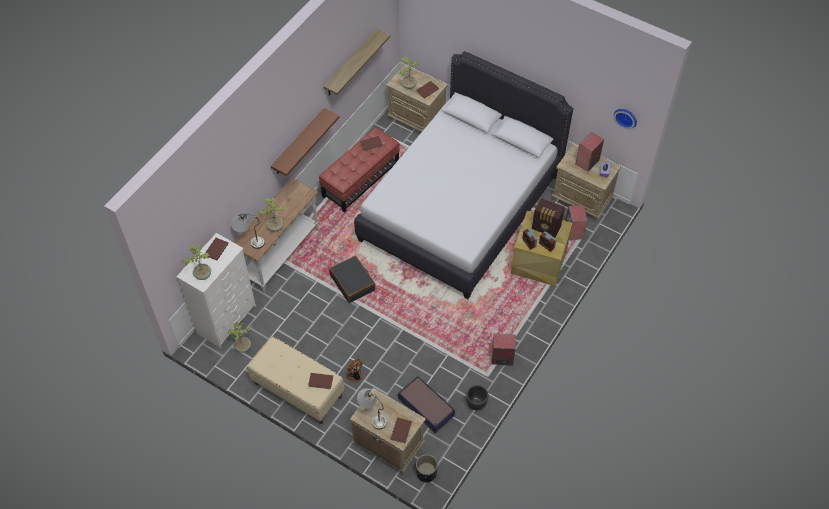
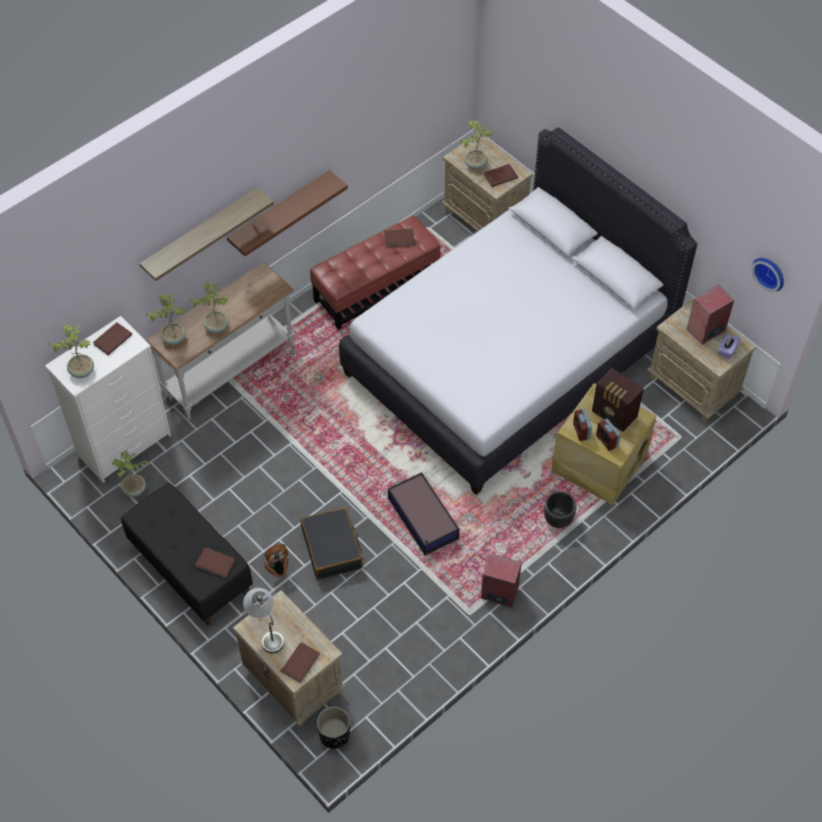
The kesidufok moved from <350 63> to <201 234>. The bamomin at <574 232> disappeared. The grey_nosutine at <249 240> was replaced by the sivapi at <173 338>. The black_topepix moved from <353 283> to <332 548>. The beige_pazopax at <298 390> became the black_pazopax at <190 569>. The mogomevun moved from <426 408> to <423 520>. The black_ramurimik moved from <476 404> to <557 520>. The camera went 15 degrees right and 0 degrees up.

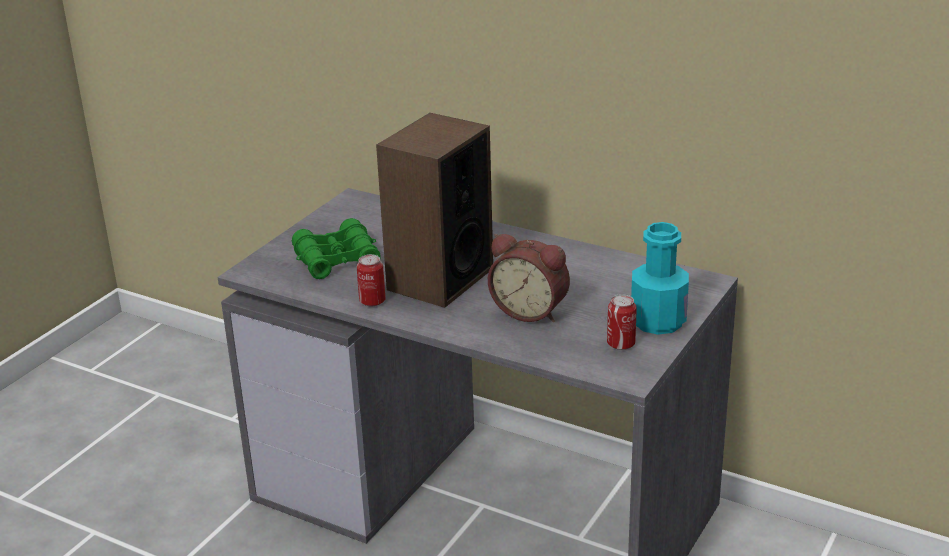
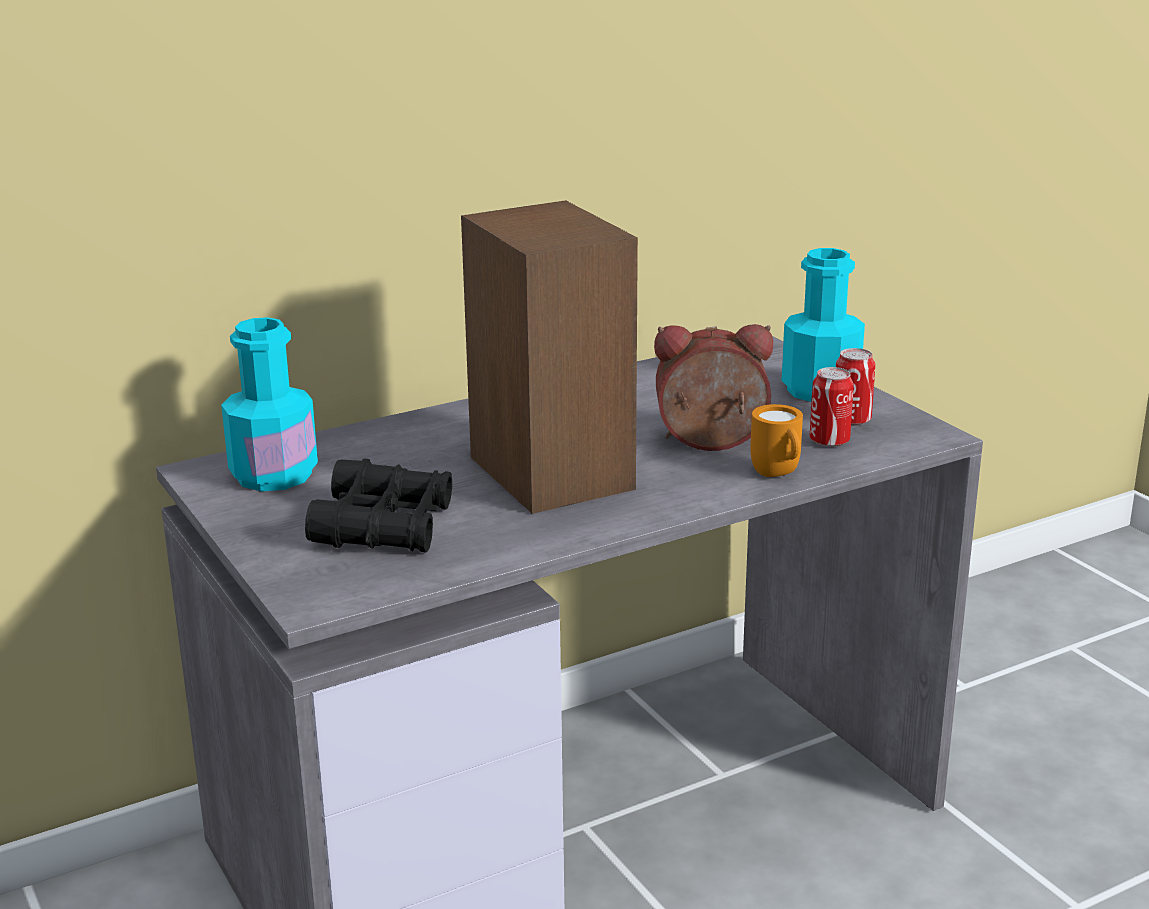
The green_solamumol at <337 259> became the black_solamumol at <384 525>. The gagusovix at <531 310> turned 150 degrees counterclockwise. The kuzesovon moved from <372 301> to <829 441>. The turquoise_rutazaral at <274 475> appeared. The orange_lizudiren at <778 475> appeared. The camera went 60 degrees left and 5 degrees down.

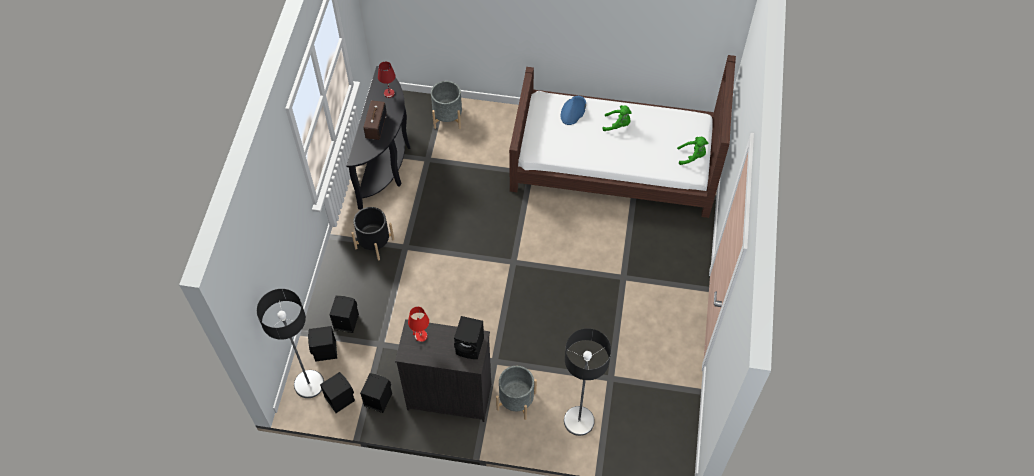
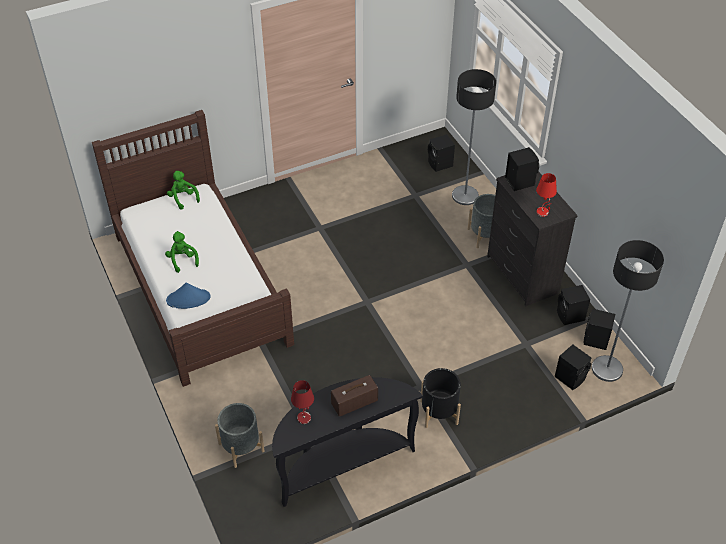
The black_bamomin moved from <345 321> to <440 164>. The camera went 125 degrees left and 10 degrees down.

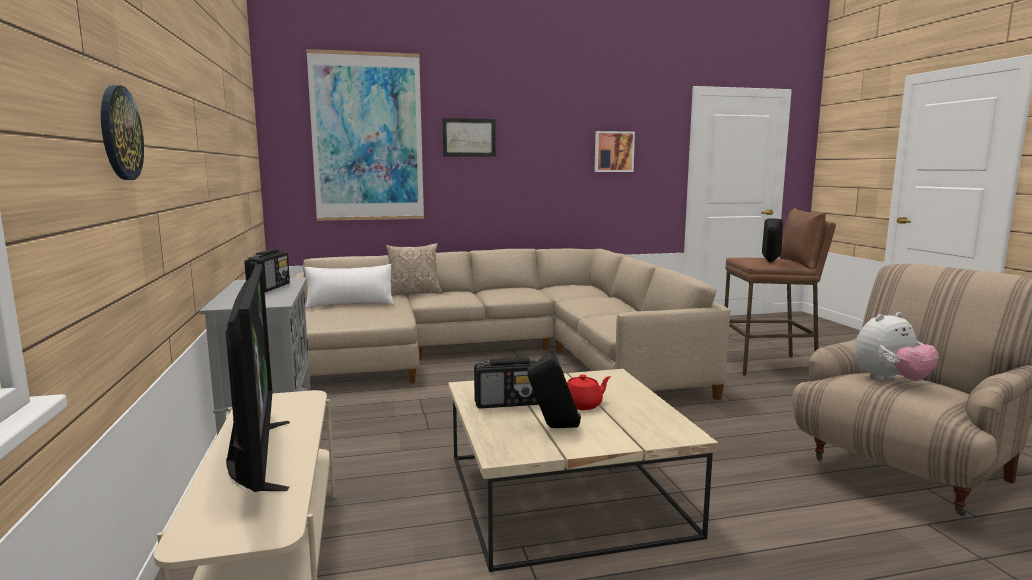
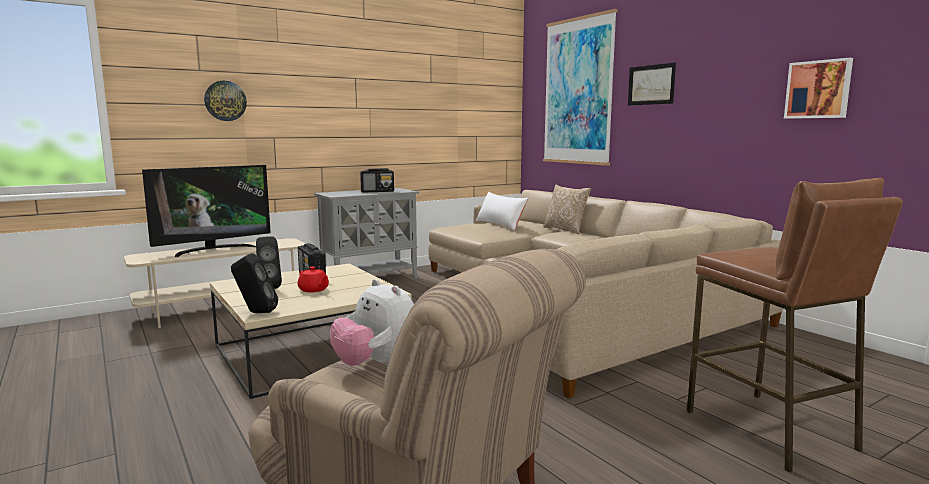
The black_bamomin moved from <770 262> to <255 312>. The camera went 70 degrees right and 0 degrees up.

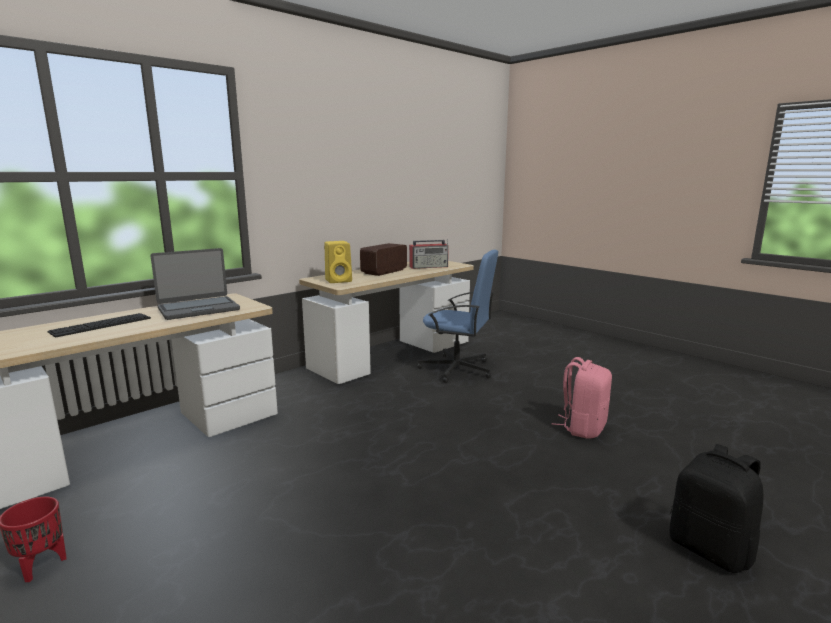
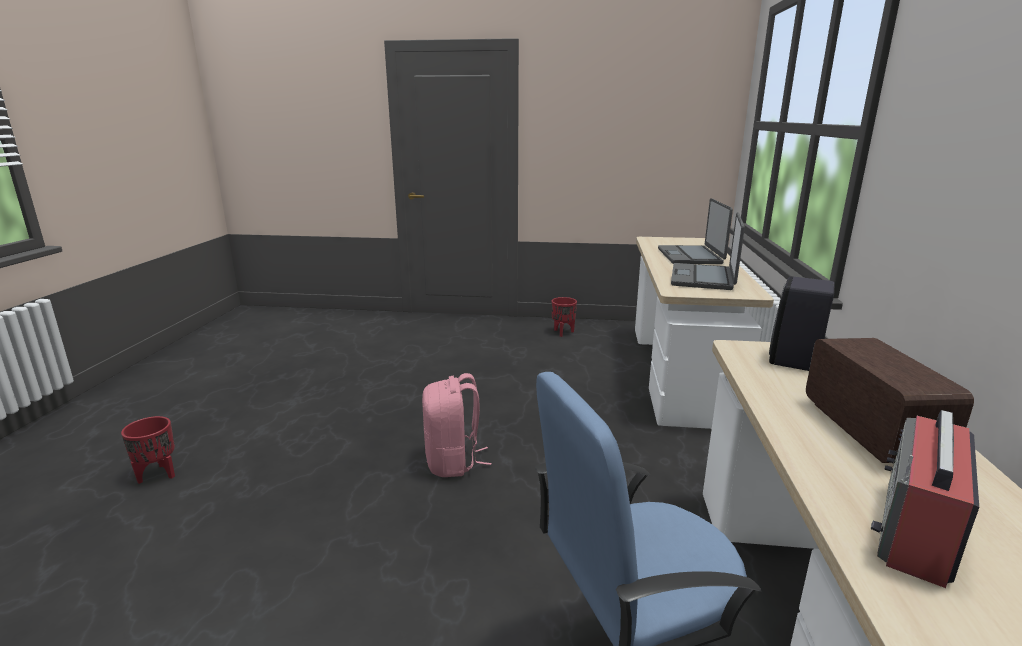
The yellow_bamomin at <339 280> became the black_bamomin at <795 361>. The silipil at <101 325> was replaced by the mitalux at <690 256>. The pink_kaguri moved from <583 428> to <453 462>. The black_kaguri at <711 549> was replaced by the red_ramurimik at <157 475>. The camera went 140 degrees right and 5 degrees up.

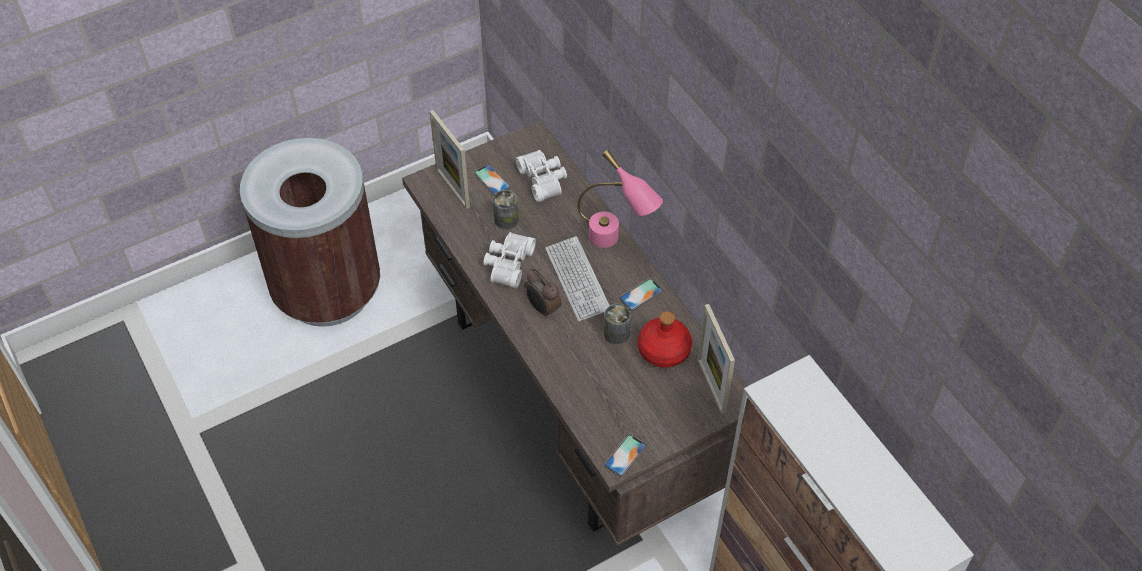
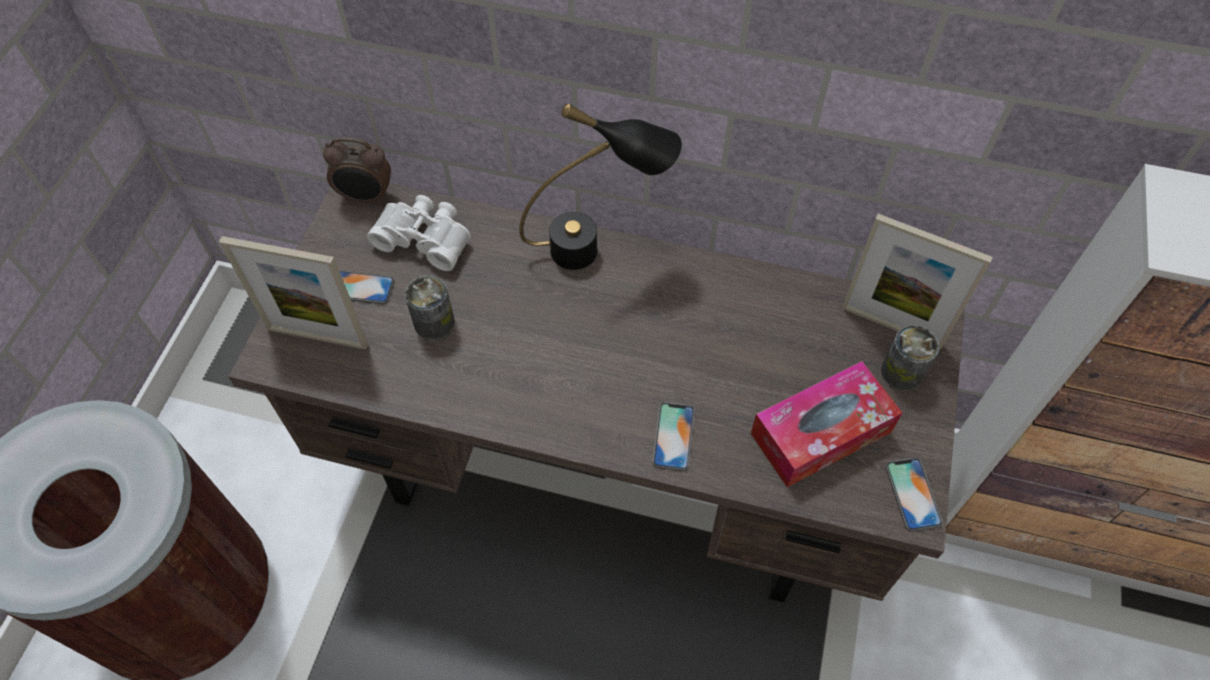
The pink_nosutine at <615 243> became the black_nosutine at <597 248>. The white_solamumol at <507 264> disappeared. The silipil at <577 280> disappeared. The gagusovix moved from <542 308> to <366 197>. The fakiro moved from <641 295> to <673 436>. The kuzesovon moved from <616 334> to <901 372>. The red_rutazaral at <663 350> disappeared. The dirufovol at <821 433> appeared. The camera went 45 degrees left and 5 degrees up.

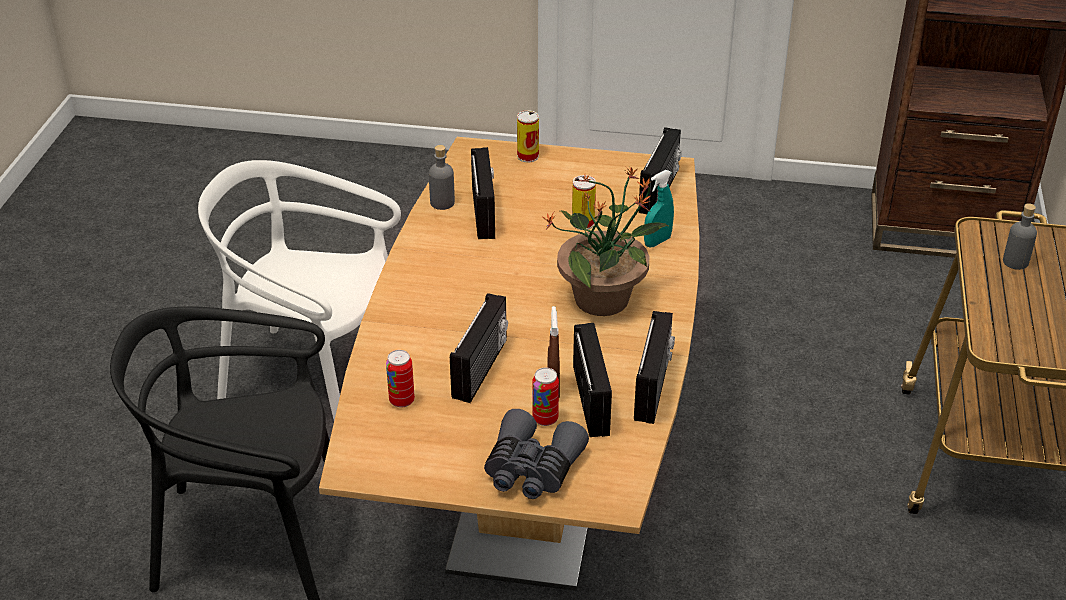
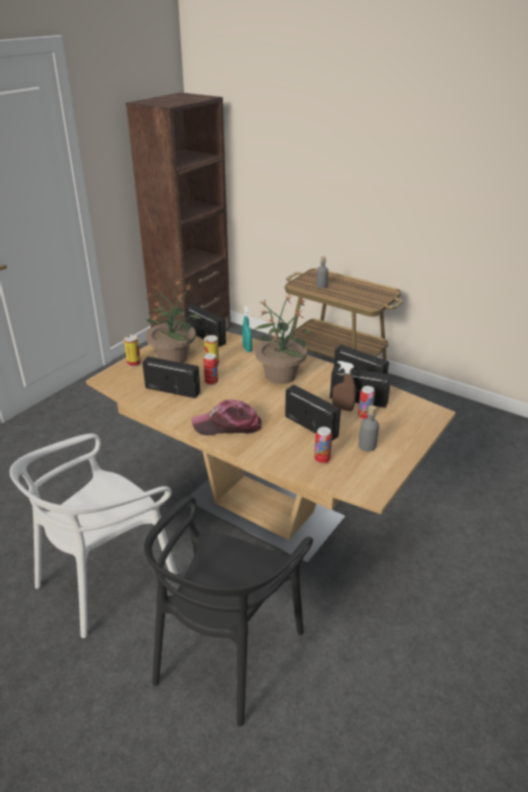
The grey_rutazaral moved from <442 203> to <367 446>. The grey_solamumol at <531 469> disappeared. The sivapi at <173 357> appeared. The kuzesovon at <211 382> appeared. The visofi at <227 426> appeared. The camera went 65 degrees left and 5 degrees down.

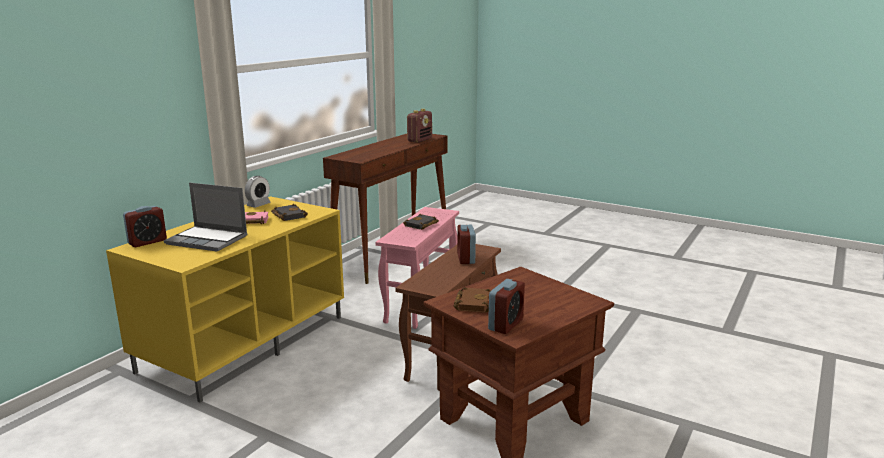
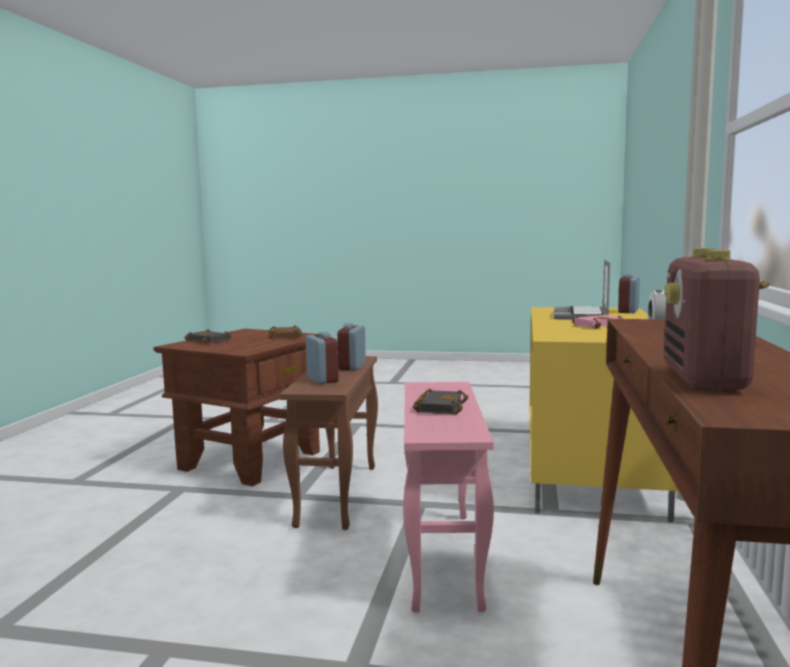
The mitalux at <208 240> turned 75 degrees counterclockwise. The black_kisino moved from <288 215> to <210 340>. The gagusovix moved from <506 324> to <352 366>. The camera went 160 degrees right and 10 degrees down.

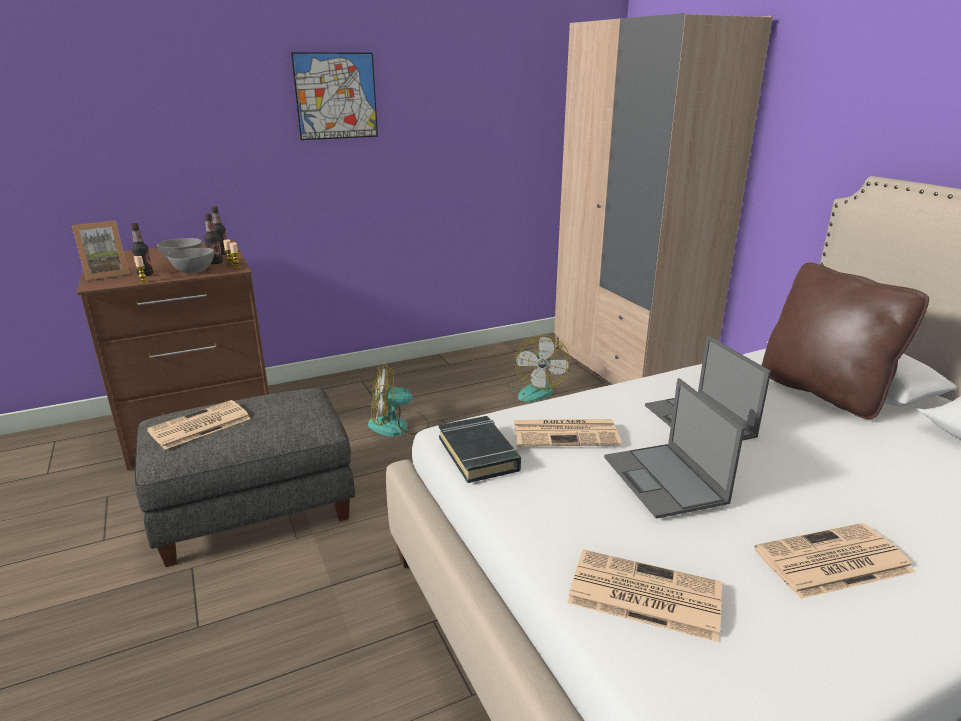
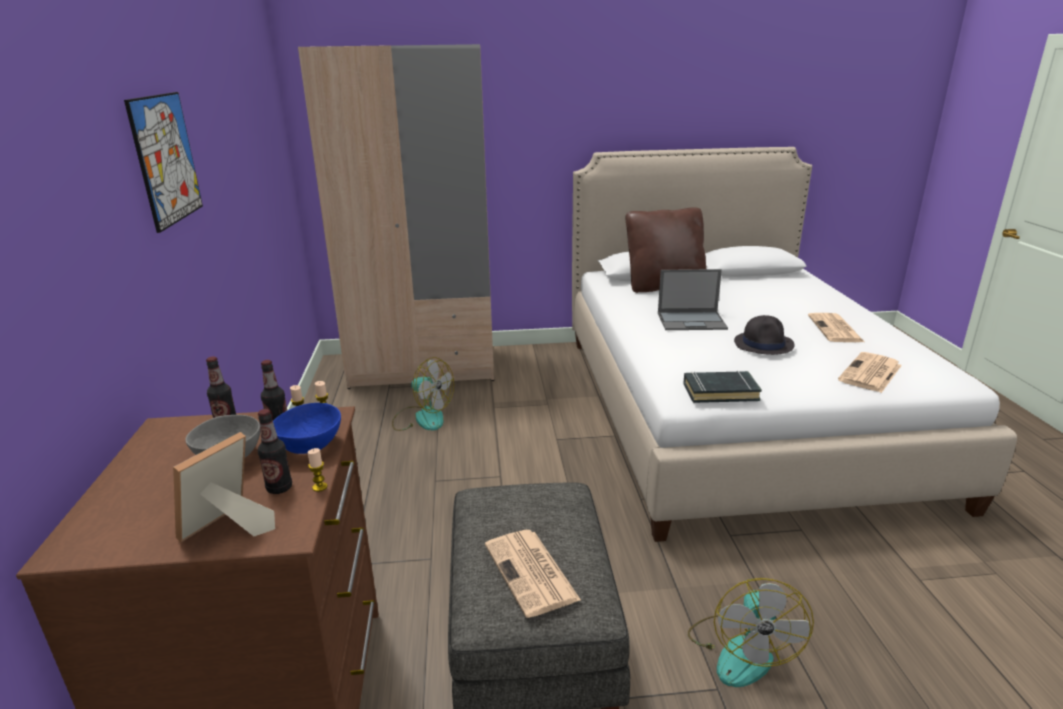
The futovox at <106 274> turned 135 degrees counterclockwise. The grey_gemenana at <194 272> became the blue_gemenana at <312 446>. The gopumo moved from <398 426> to <741 650>. The mitalux at <665 480> was replaced by the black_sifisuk at <764 344>. The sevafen at <566 433> disappeared. The camera went 70 degrees left and 0 degrees up.

